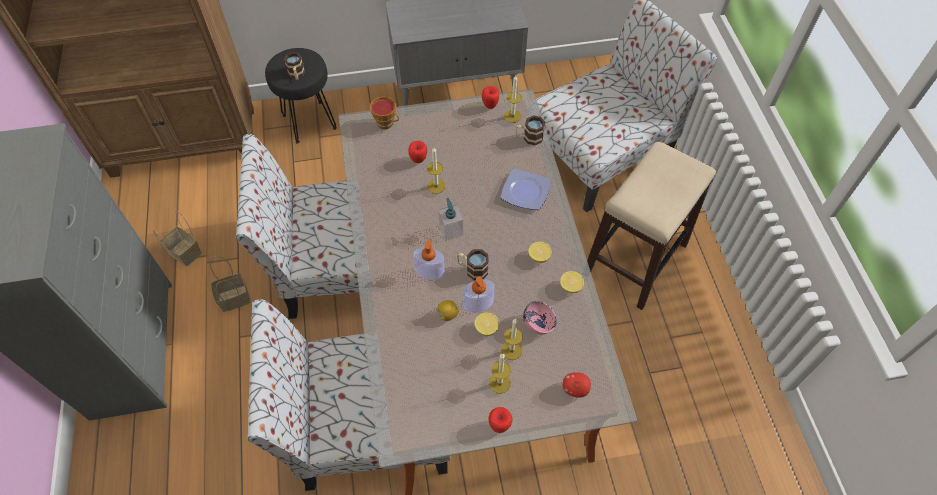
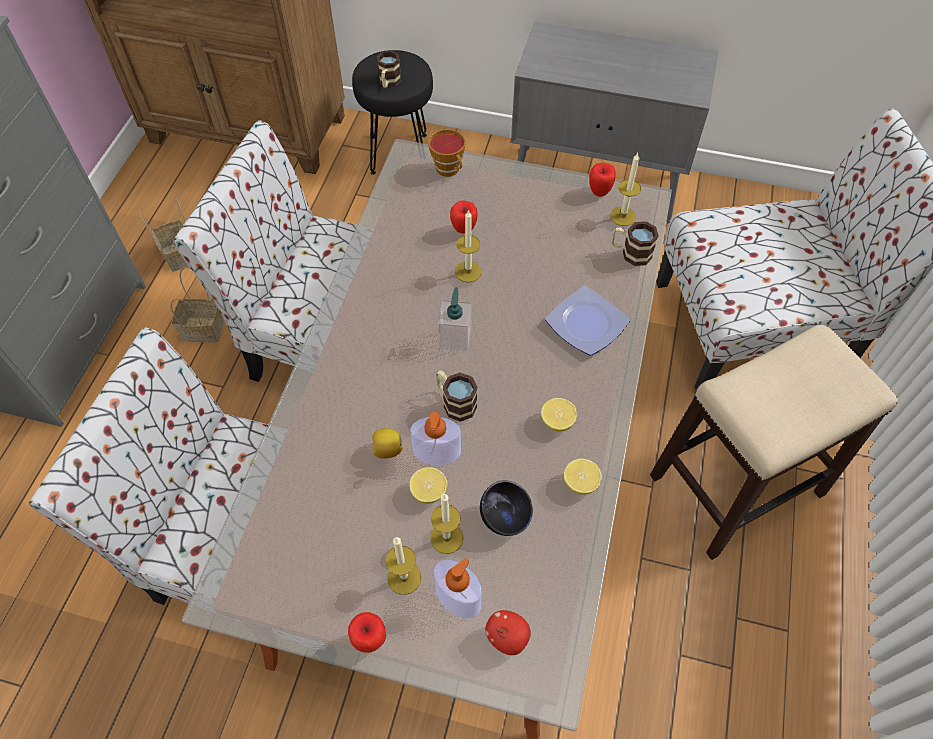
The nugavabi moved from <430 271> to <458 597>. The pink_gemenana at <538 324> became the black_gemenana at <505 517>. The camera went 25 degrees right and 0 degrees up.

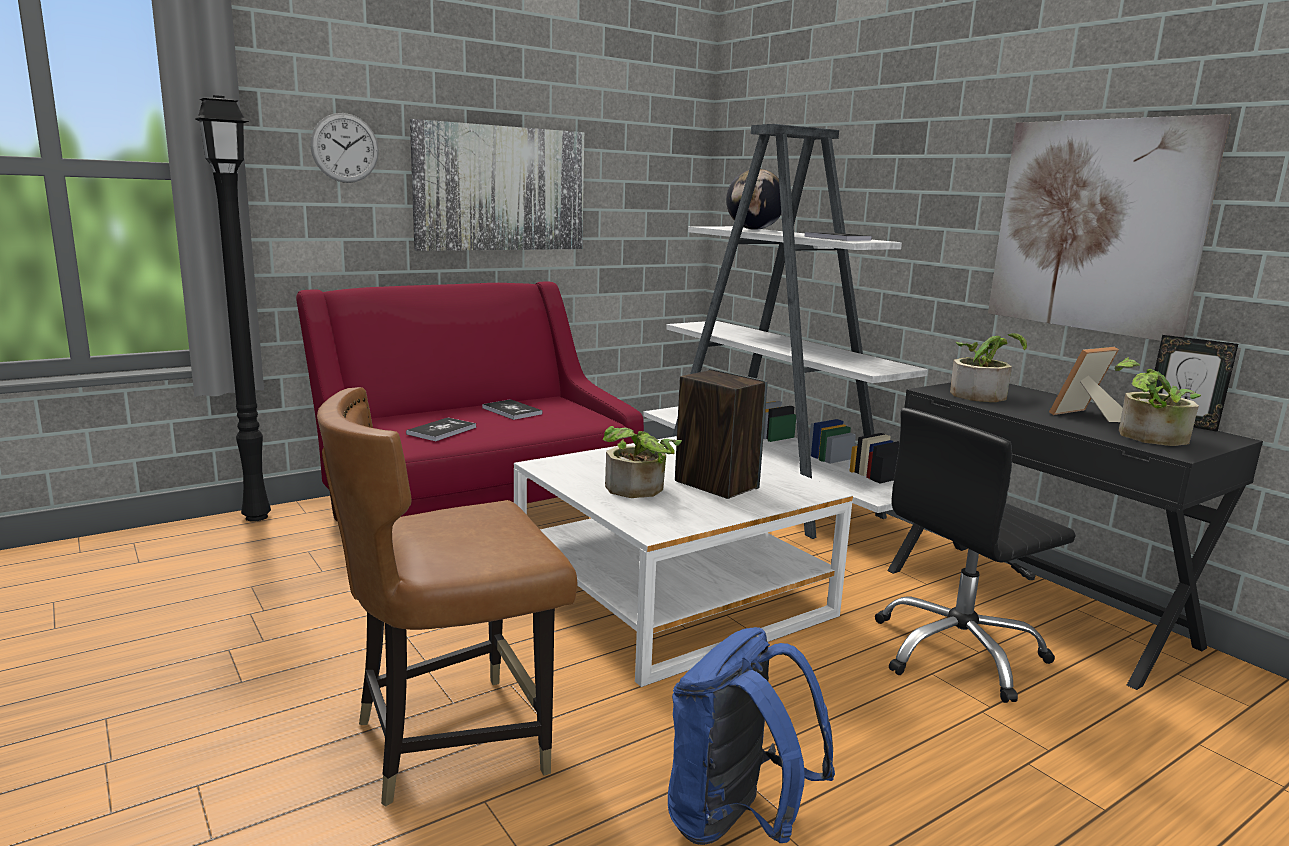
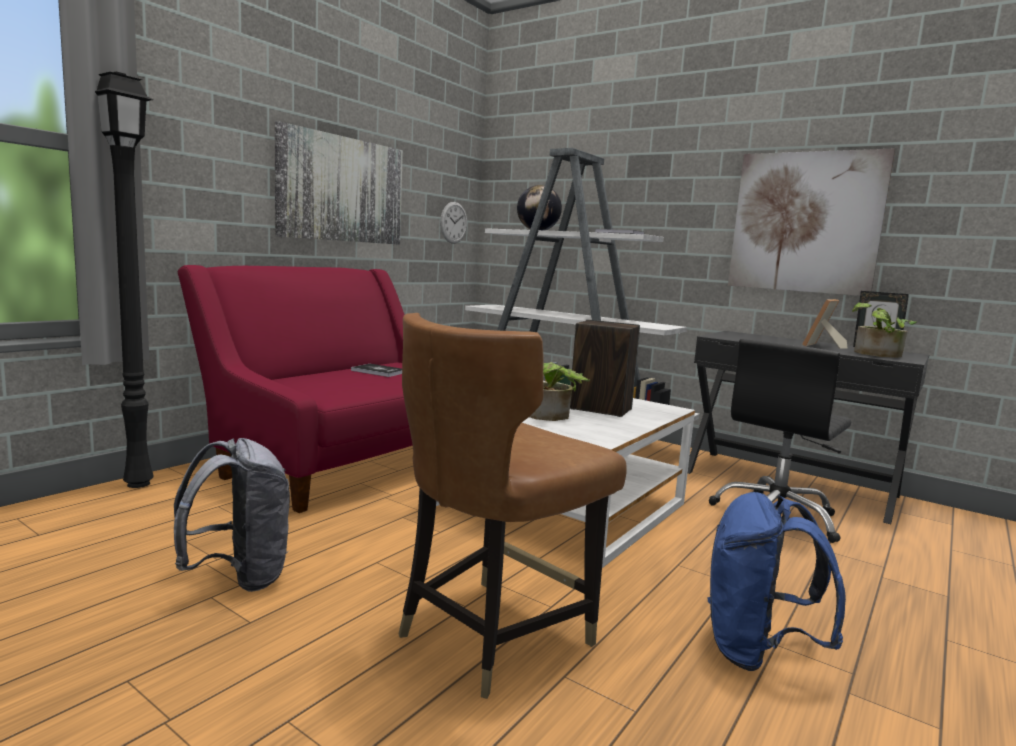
The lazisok moved from <345 148> to <453 222>. The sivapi at <981 394> disappeared. The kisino at <441 431> disappeared. The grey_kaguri at <239 577> appeared. The camera went 20 degrees left and 5 degrees down.

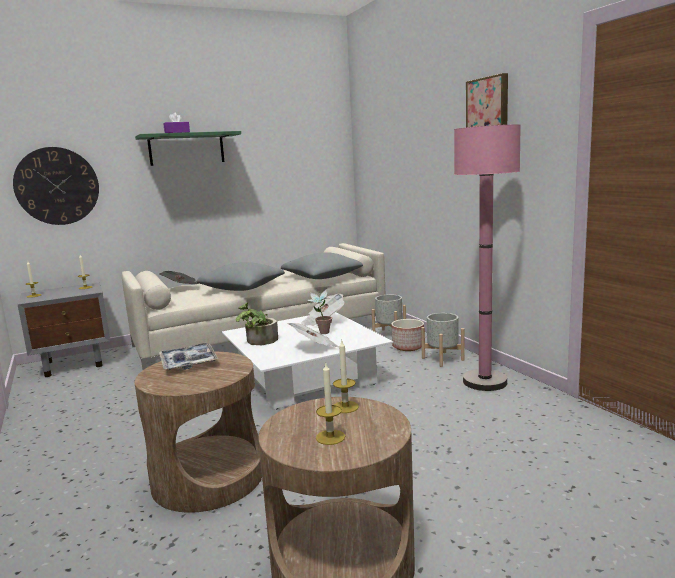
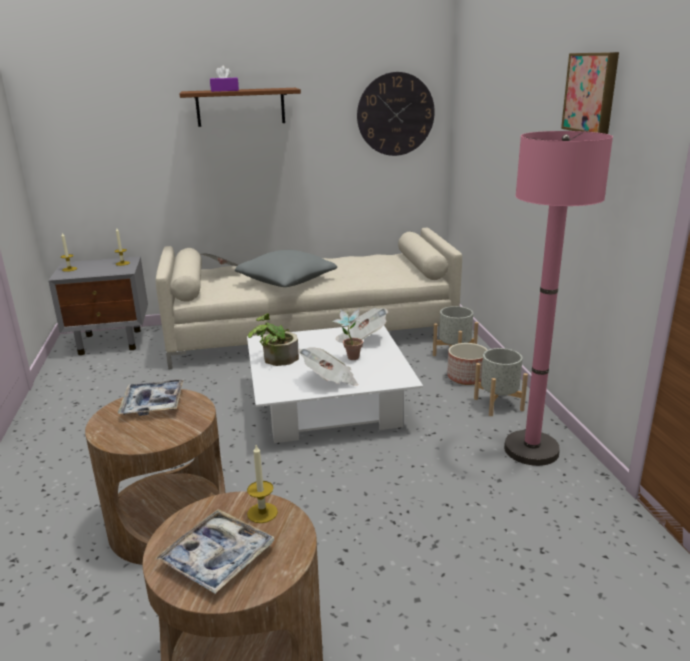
The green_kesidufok at <186 149> became the brown_kesidufok at <240 107>. The lazisok moved from <57 186> to <395 114>. The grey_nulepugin at <322 277> disappeared. The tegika at <330 437> was replaced by the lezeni at <217 558>. The camera went 15 degrees right and 10 degrees up.

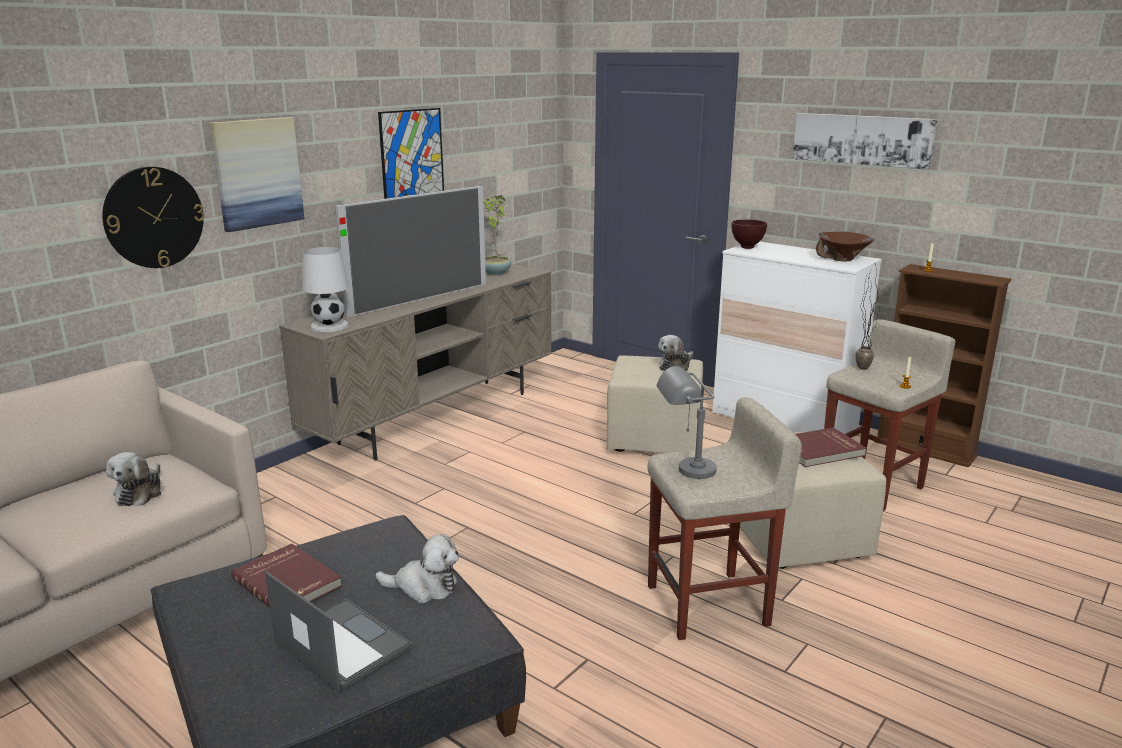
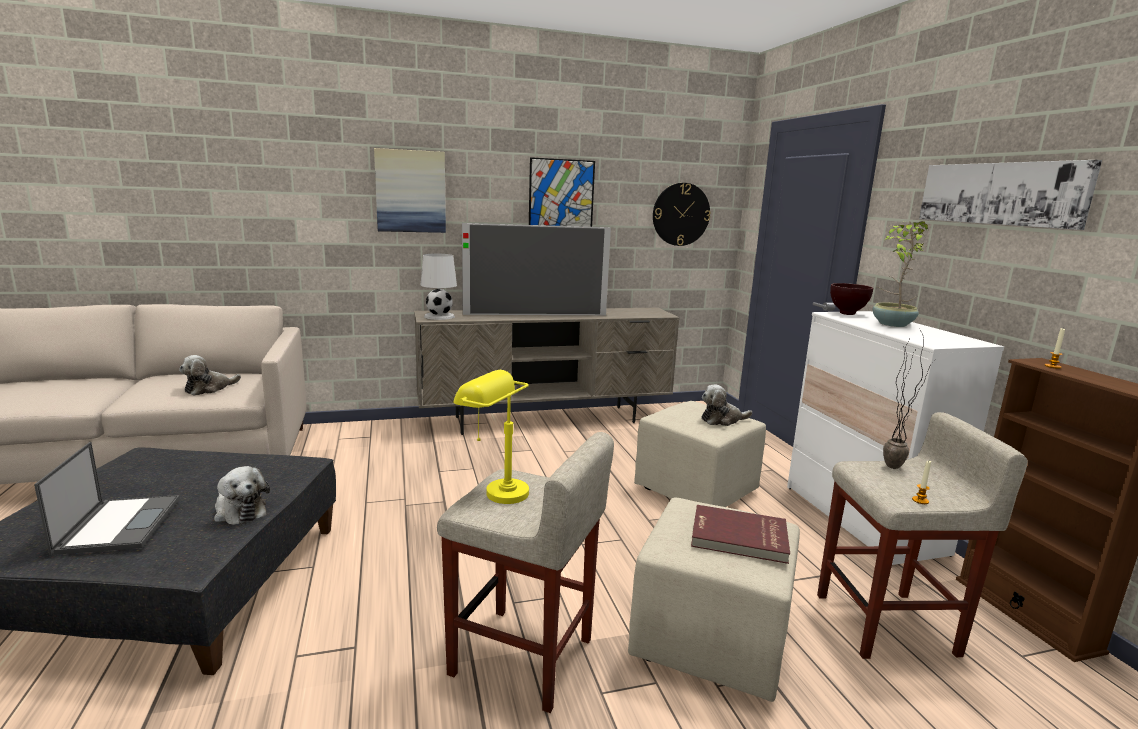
The lazisok moved from <154 217> to <681 214>. The sivapi moved from <495 273> to <891 324>. The brown_gemenana at <842 259> disappeared. The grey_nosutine at <685 472> became the yellow_nosutine at <494 490>. The red_kisino at <289 582> disappeared. The camera went 35 degrees right and 5 degrees down.

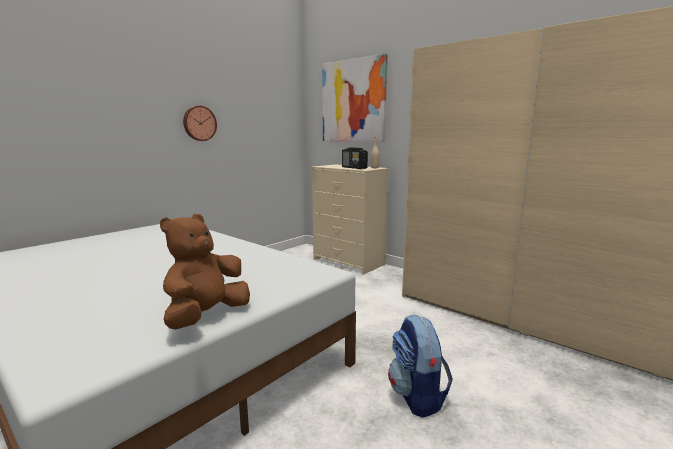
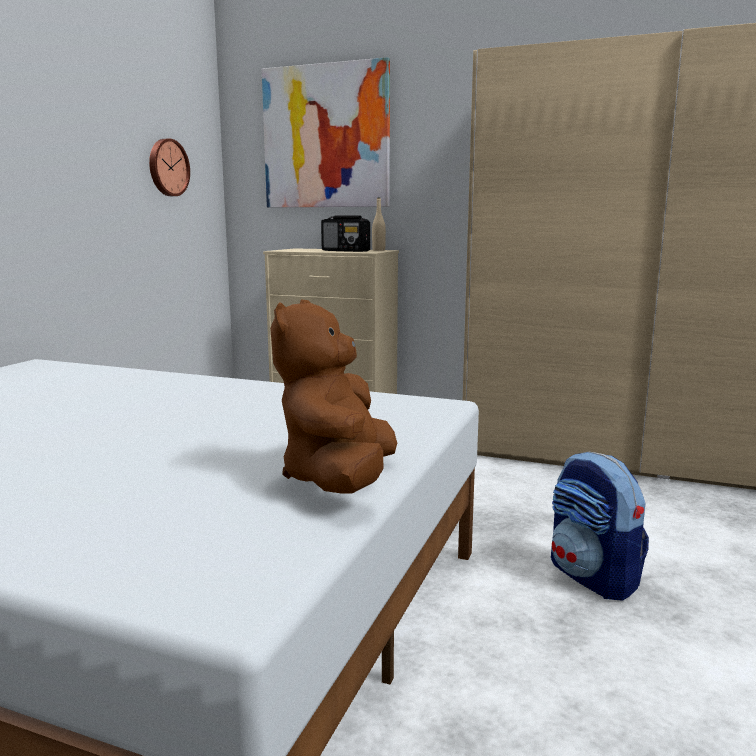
The lazisok moved from <199 123> to <167 167>. The camera went 20 degrees left and 0 degrees up.

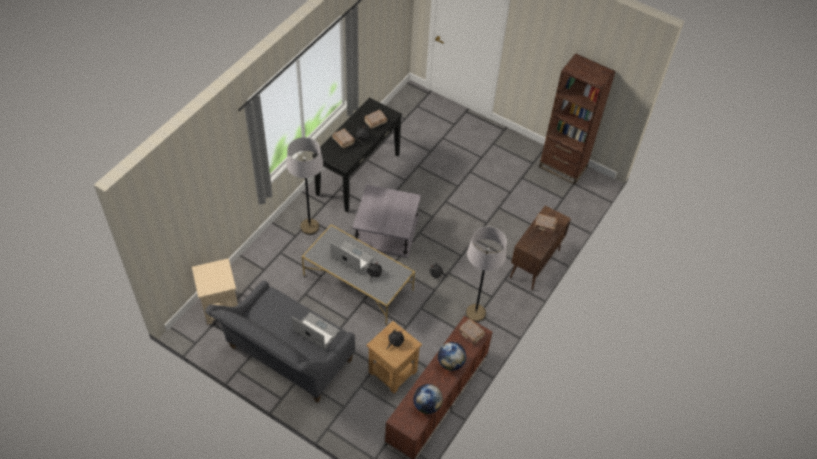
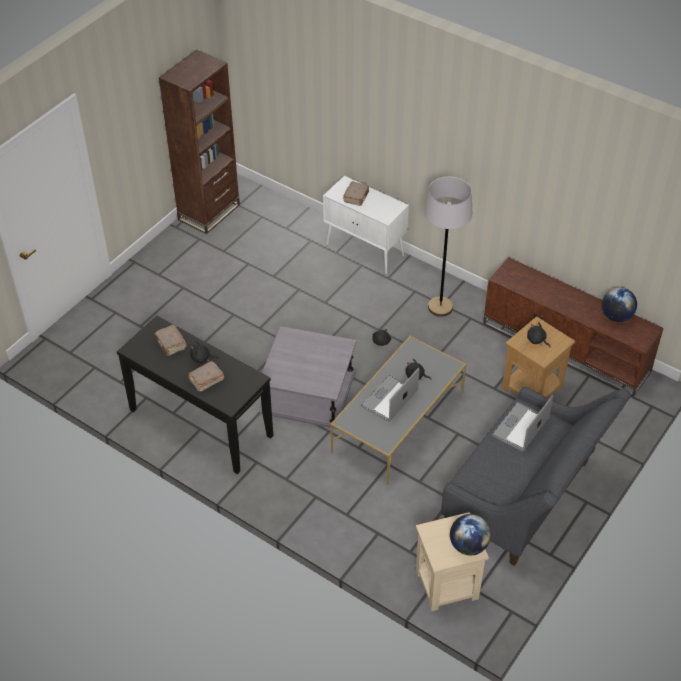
The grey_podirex at <309 227> disappeared. The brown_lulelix at <534 264> became the white_lulelix at <365 250>. The brown_kisino at <471 334> disappeared. The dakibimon moved from <450 363> to <468 546>. The camera went 85 degrees left and 5 degrees down.

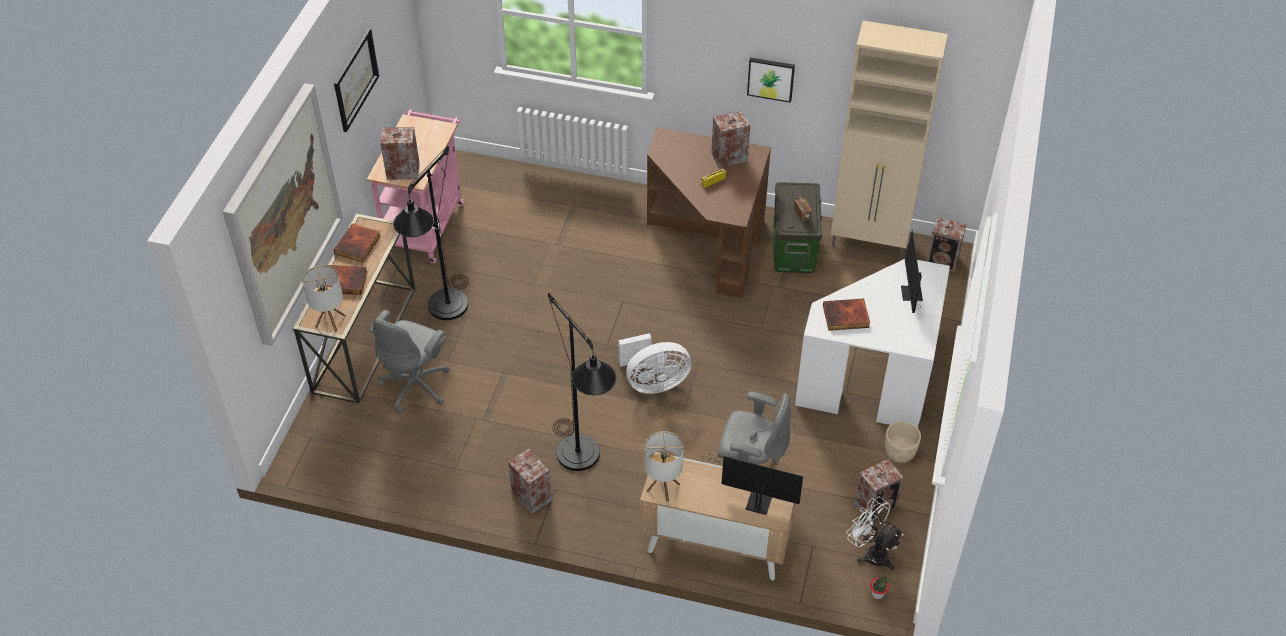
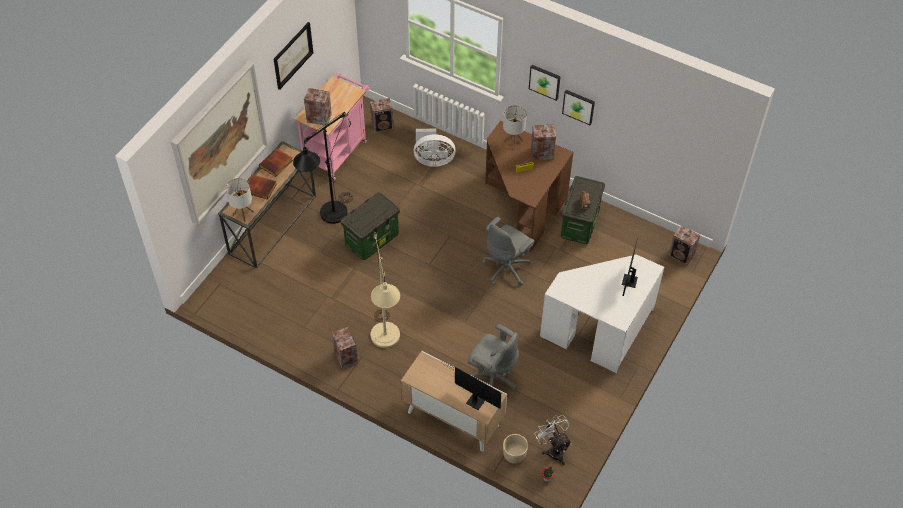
The beige_lulelix at <870 242> disappeared. The black_podirex at <583 462> became the beige_podirex at <386 342>. The kisino at <845 317> disappeared. The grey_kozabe moved from <416 385> to <507 268>. The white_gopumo moved from <653 382> to <433 160>. The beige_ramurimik moved from <899 452> to <514 455>. The nosutine moved from <663 487> to <513 141>. The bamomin moved from <876 505> to <383 125>. The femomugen at <545 81> appeared. The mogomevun at <372 239> appeared. The camera went 15 degrees right and 5 degrees up.

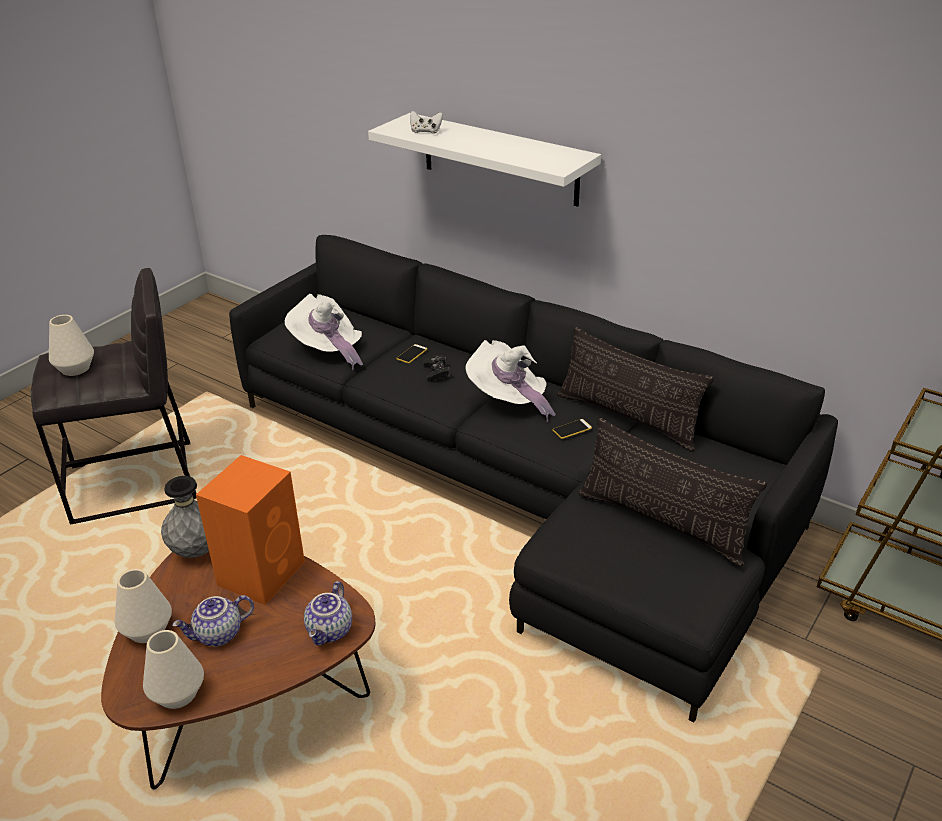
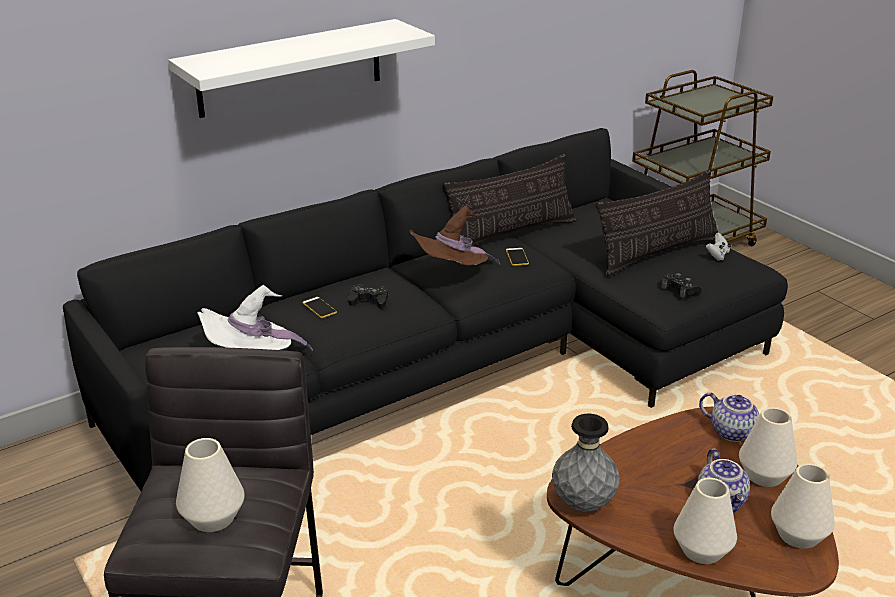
The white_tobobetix moved from <426 131> to <717 255>. The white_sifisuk at <508 401> became the brown_sifisuk at <451 275>. The orange_bamomin at <262 572> disappeared. The black_tobobetix at <680 289> appeared. The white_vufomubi at <764 475> appeared. The camera went 70 degrees left and 5 degrees down.

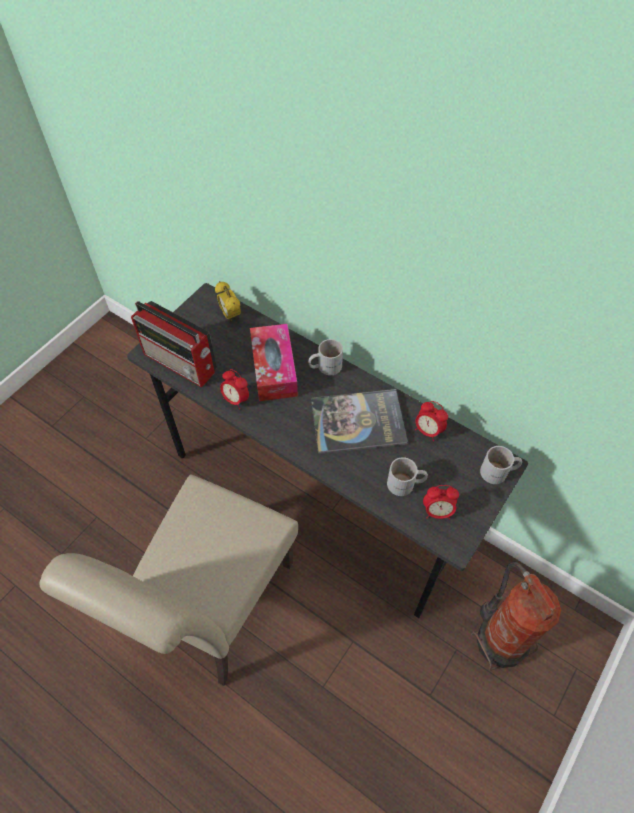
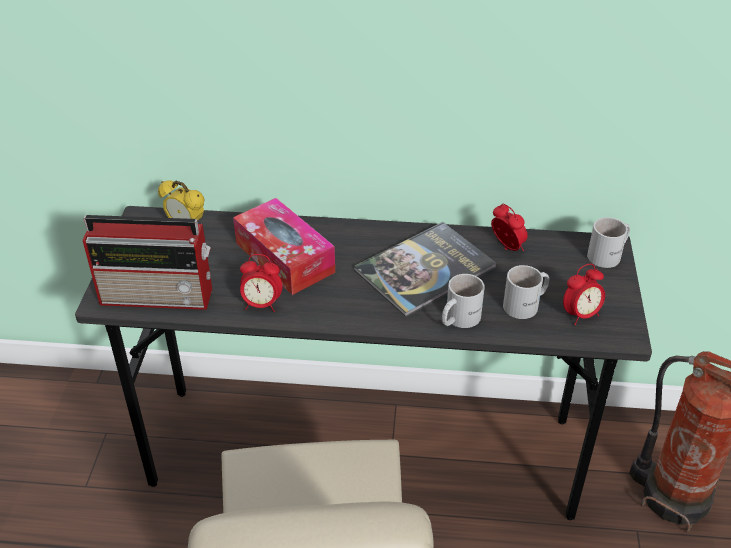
The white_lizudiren moved from <325 366> to <457 318>. The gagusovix at <428 431> turned 135 degrees counterclockwise. The camera went 30 degrees left and 15 degrees down.

